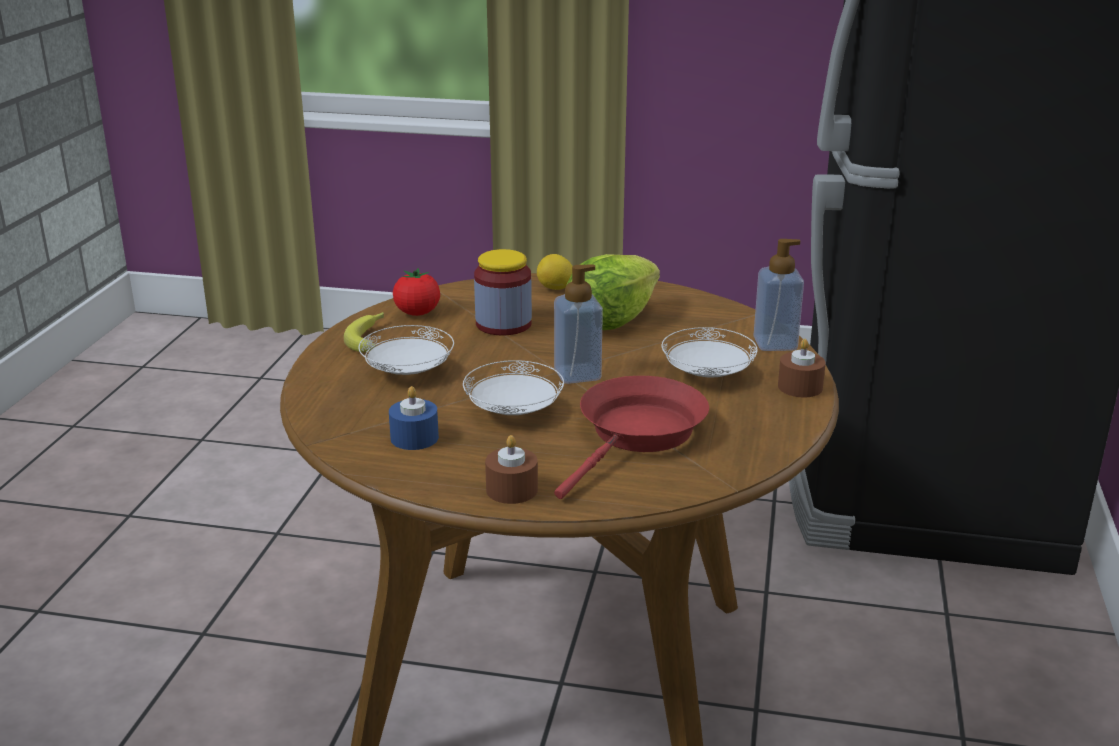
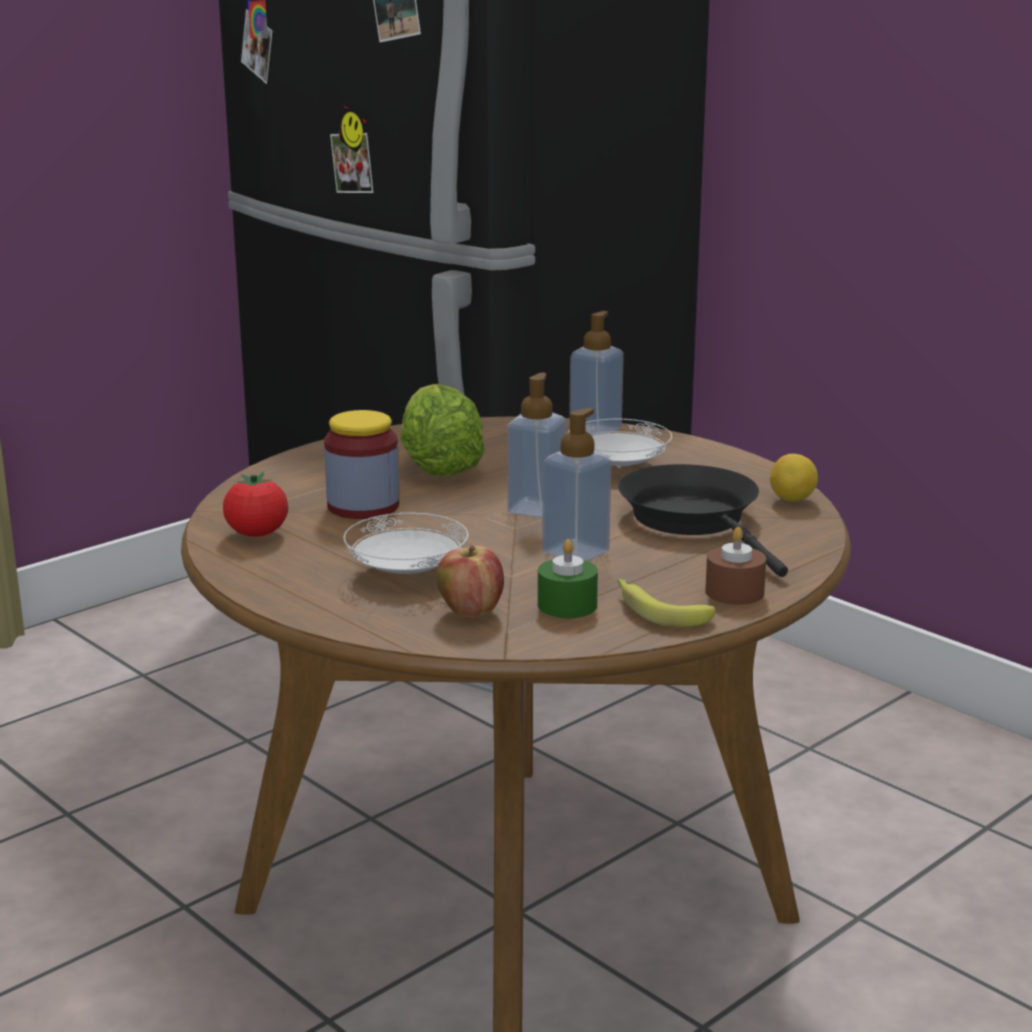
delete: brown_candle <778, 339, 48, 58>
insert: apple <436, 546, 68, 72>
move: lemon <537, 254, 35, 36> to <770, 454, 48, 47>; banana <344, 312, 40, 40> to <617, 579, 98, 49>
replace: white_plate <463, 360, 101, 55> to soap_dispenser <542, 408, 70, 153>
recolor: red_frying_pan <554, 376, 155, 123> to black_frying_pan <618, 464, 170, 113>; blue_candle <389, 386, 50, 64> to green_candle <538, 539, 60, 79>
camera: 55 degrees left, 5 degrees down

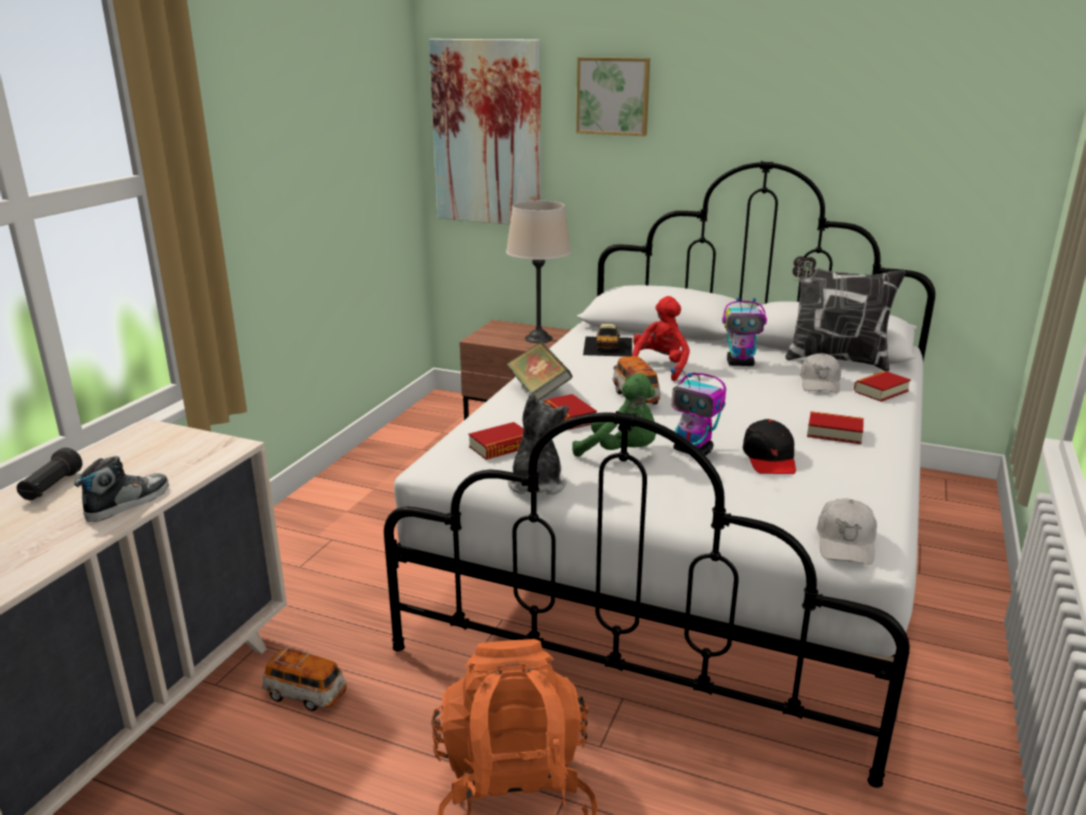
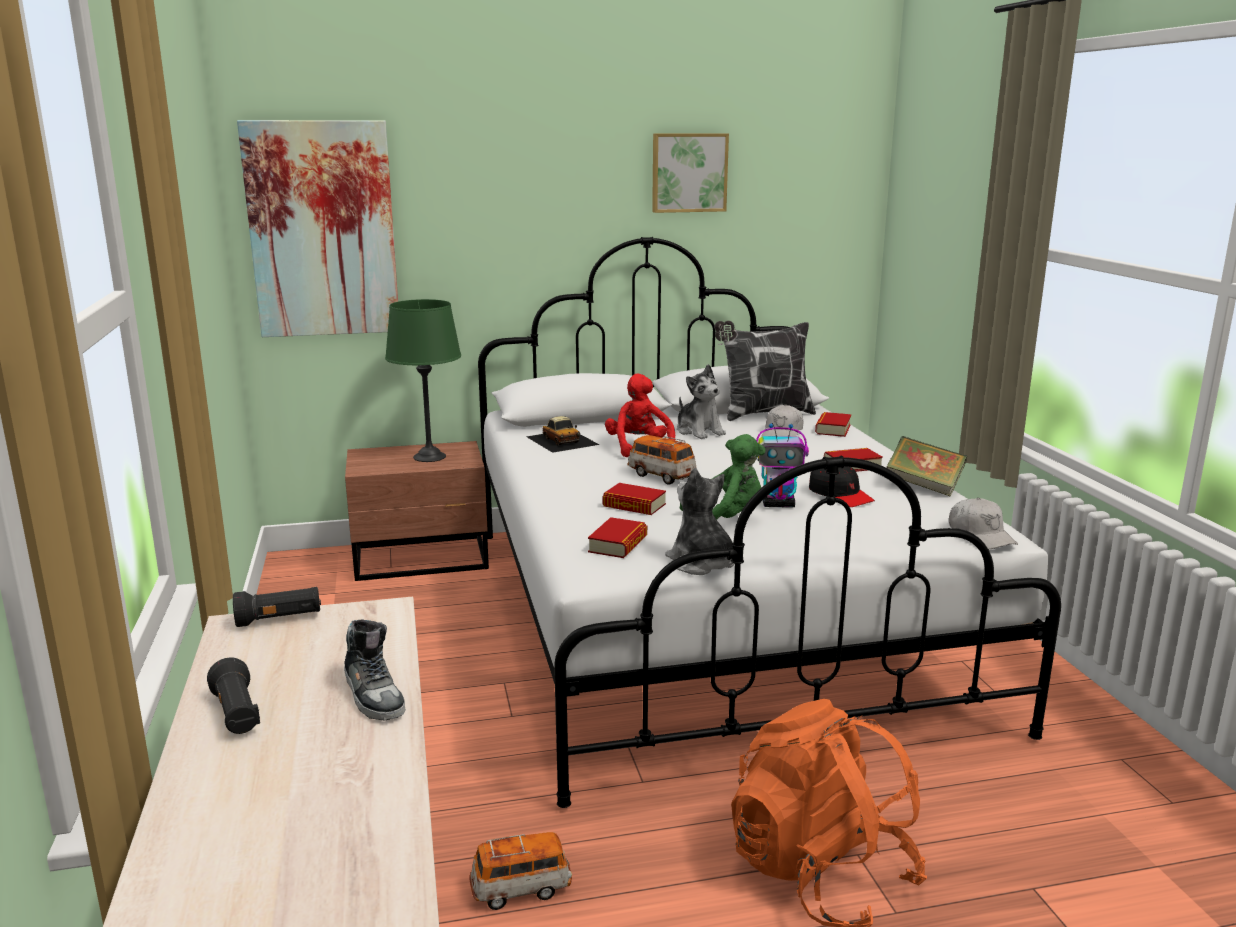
insert: black_flashlight <233, 587, 88, 40>
move: picture <576, 57, 74, 79> to <652, 133, 77, 80>; book <506, 342, 67, 59> to <887, 436, 80, 61>
replace: toy_robot <722, 297, 45, 69> to plush_toy <677, 364, 49, 75>
recolor: beige_table_lamp <506, 201, 65, 142> to green_table_lamp <385, 299, 76, 163>
rotate: white_cap <800, 353, 41, 40> = <762, 404, 41, 33> 45 degrees clockwise; shoe <74, 456, 95, 66> = <344, 620, 62, 101> 150 degrees clockwise
camera: 35 degrees left, 5 degrees down

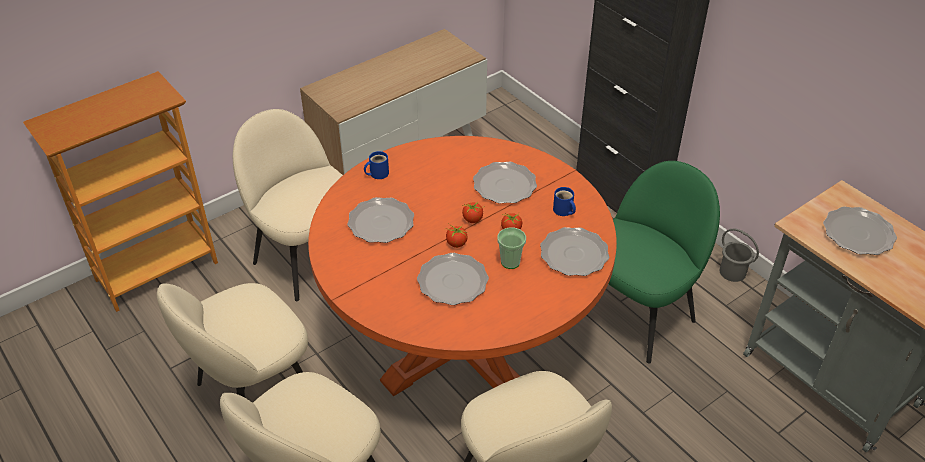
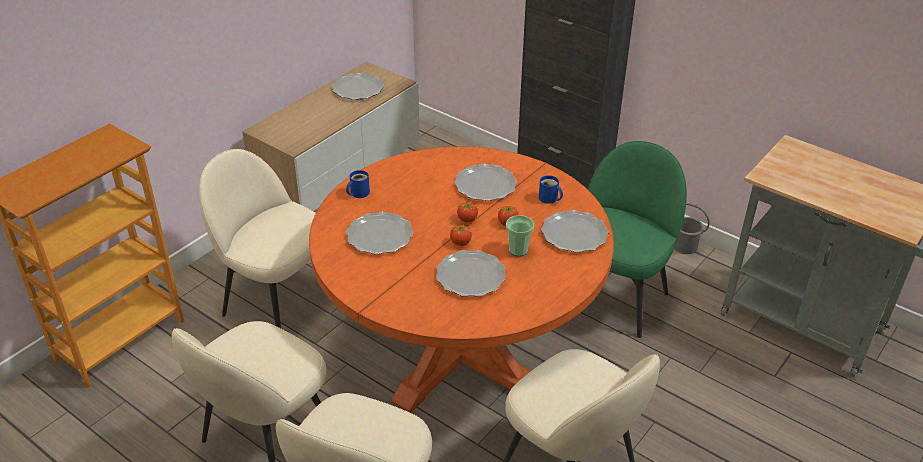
move: plate <823, 207, 74, 48> to <332, 73, 52, 27>
camera: 15 degrees left, 5 degrees down

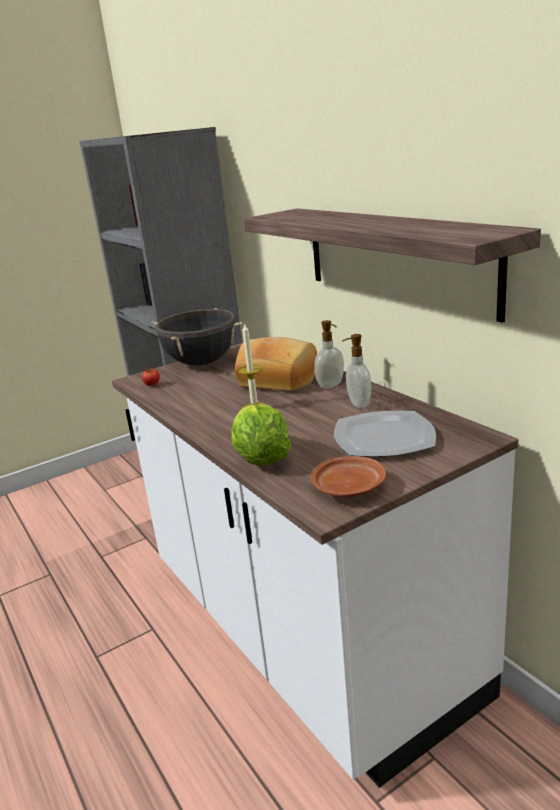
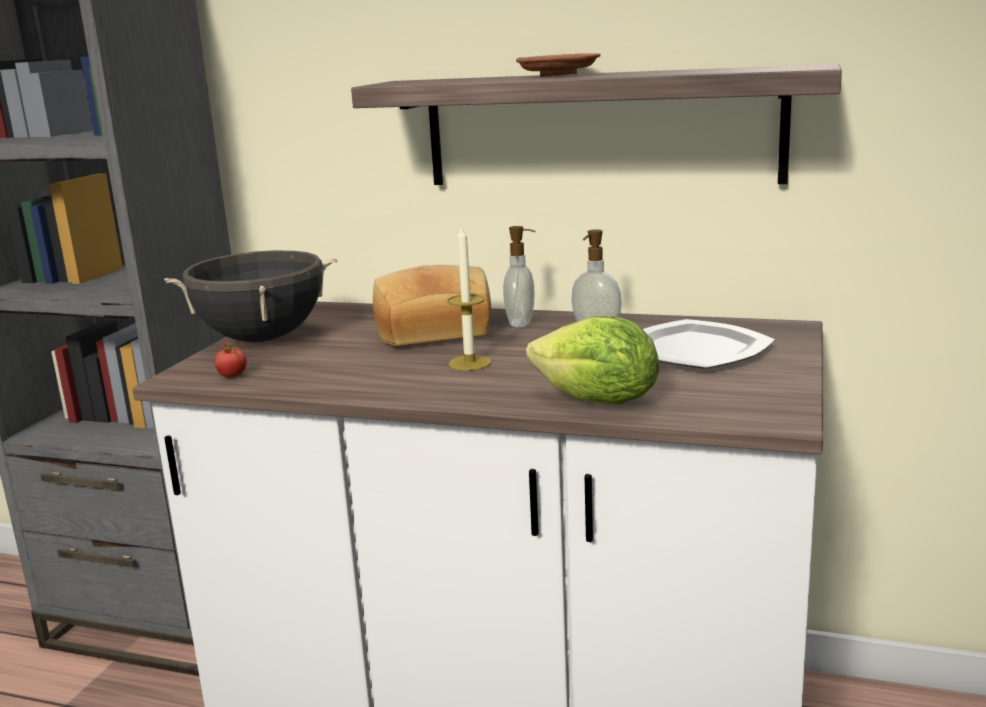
move: brown_plate <311, 456, 75, 41> to <516, 53, 85, 24>
camera: 40 degrees left, 5 degrees down

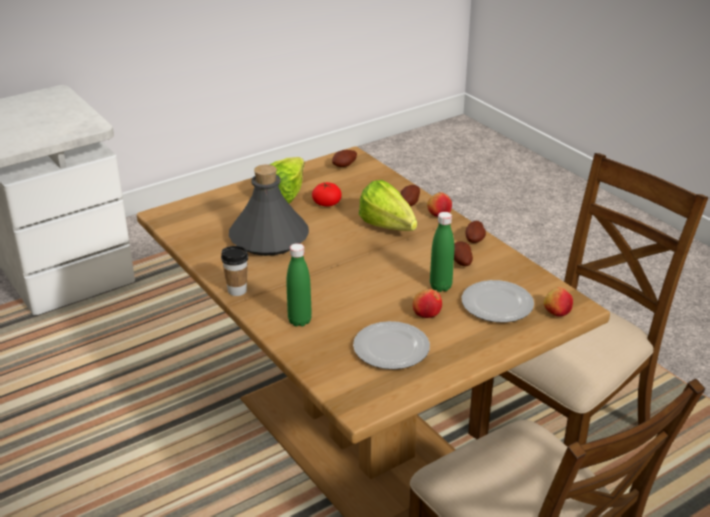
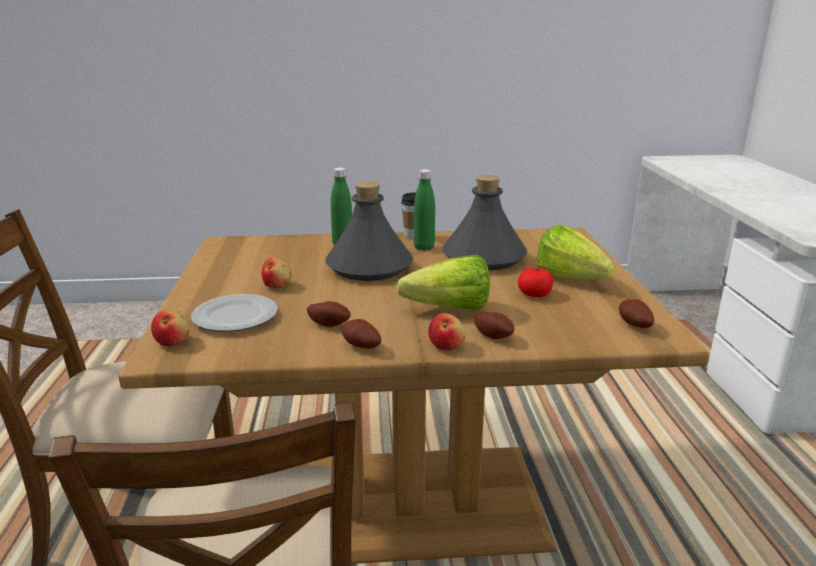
delete: plate <353, 321, 77, 48>
insert: grey_bottle <325, 182, 88, 99>
move: green_bottle <430, 212, 24, 80> to <414, 169, 21, 82>
camera: 120 degrees right, 10 degrees down

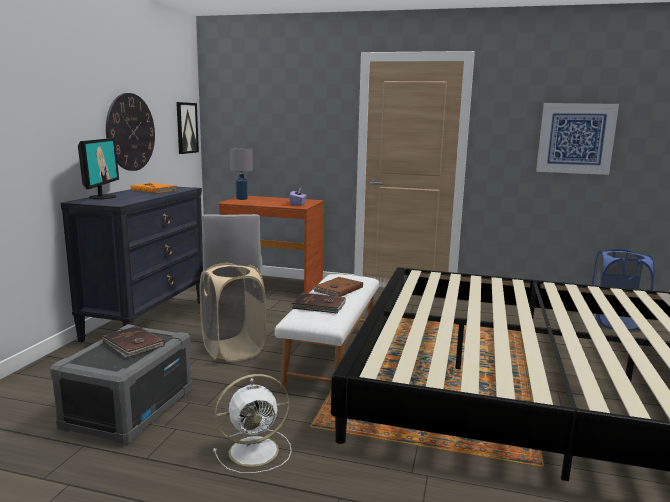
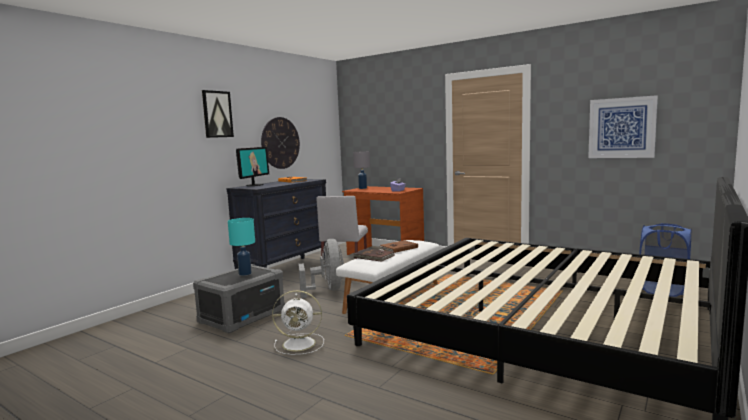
move: picture <176, 102, 23, 52> to <202, 90, 32, 48>
replace: beige_laundry_basket <200, 263, 66, 99> to grey_fan <299, 239, 45, 59>; brown_book <102, 326, 63, 32> to turquoise_table_lamp <228, 218, 27, 58>
camera: 20 degrees right, 5 degrees down

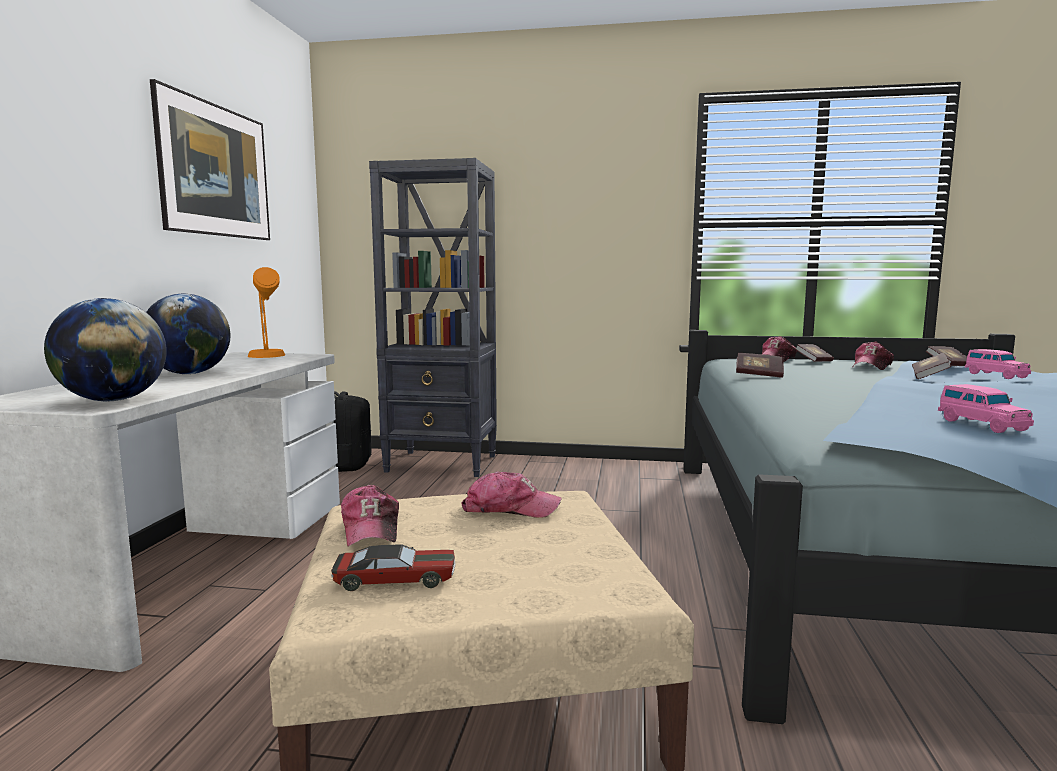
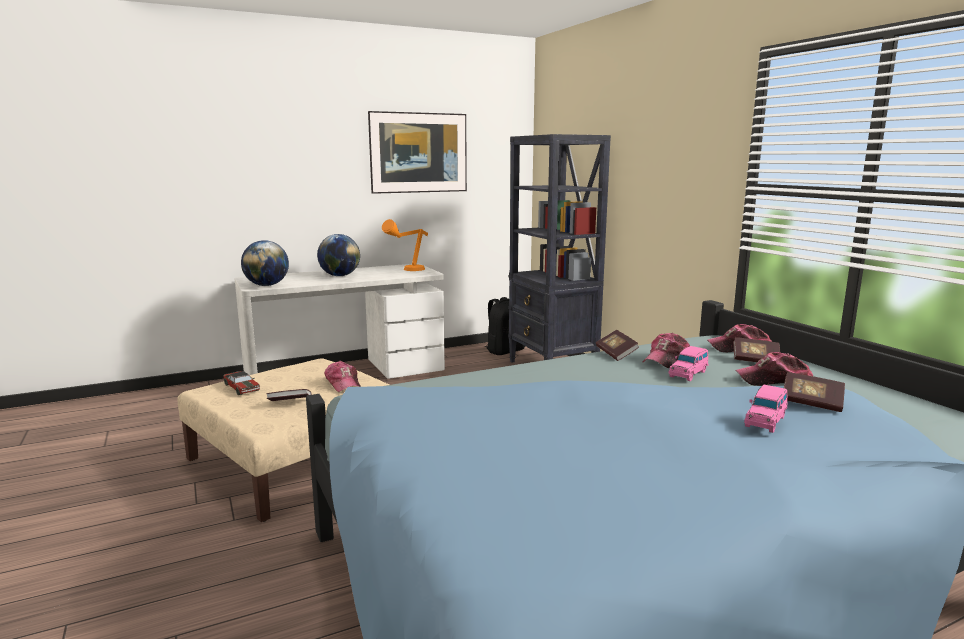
move: book <912, 353, 39, 26> to <266, 389, 45, 12>; pink_toy_car <938, 384, 96, 49> to <668, 346, 41, 35>; cap <341, 485, 58, 62> to <643, 333, 47, 35>
camera: 55 degrees right, 5 degrees up

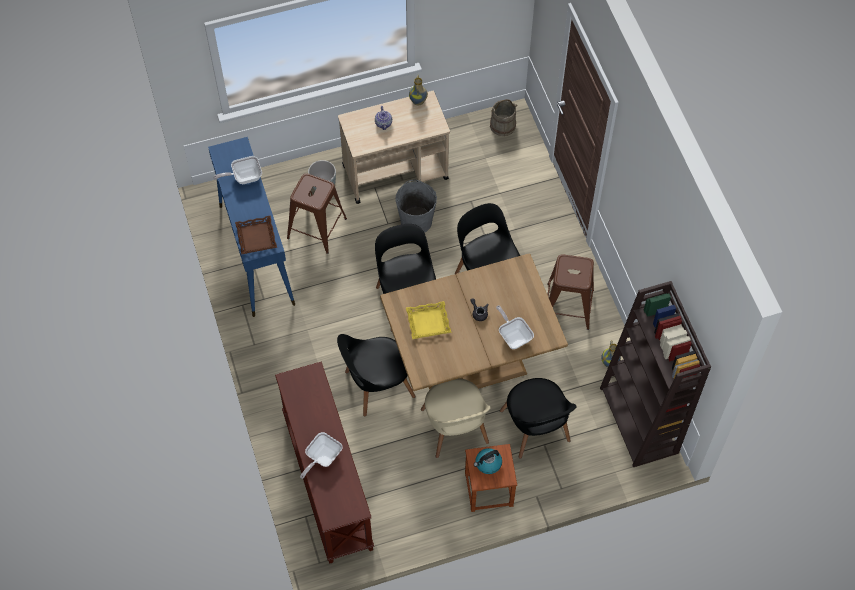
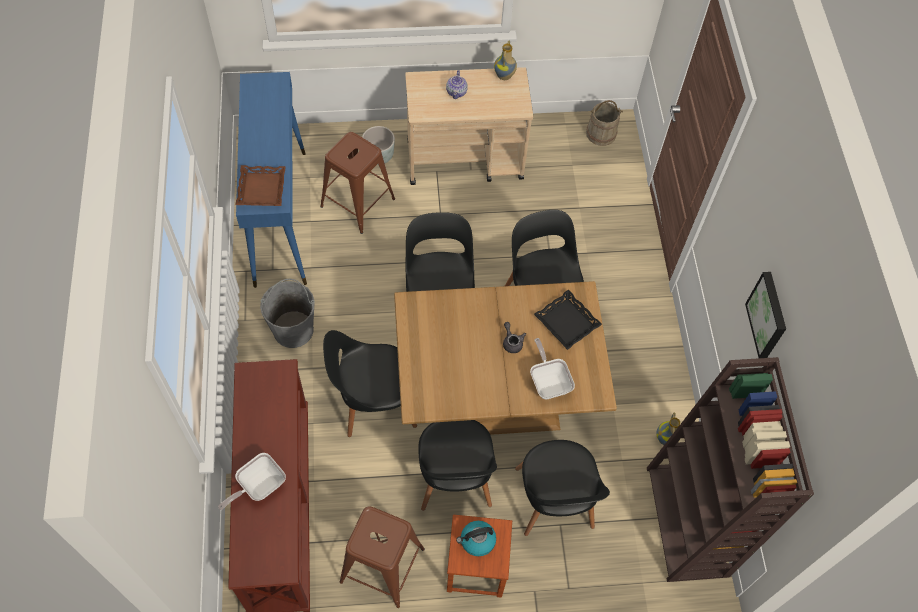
delete: frying_pan <213, 156, 49, 28>; yellow_tray <406, 301, 46, 38>
insert: picture <745, 272, 41, 86>; black_tray <534, 289, 68, 61>
move: grey_bucket <395, 180, 42, 53> to <260, 278, 55, 70>; brown_stool <547, 254, 47, 76> to <340, 506, 85, 102>
recolor: beige_chair <421, 378, 70, 80> to black_chair <418, 420, 79, 91>
camera: 10 degrees right, 0 degrees up

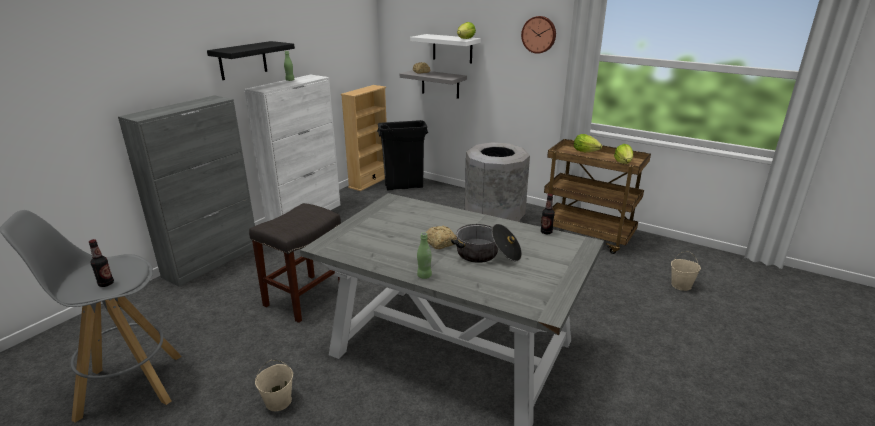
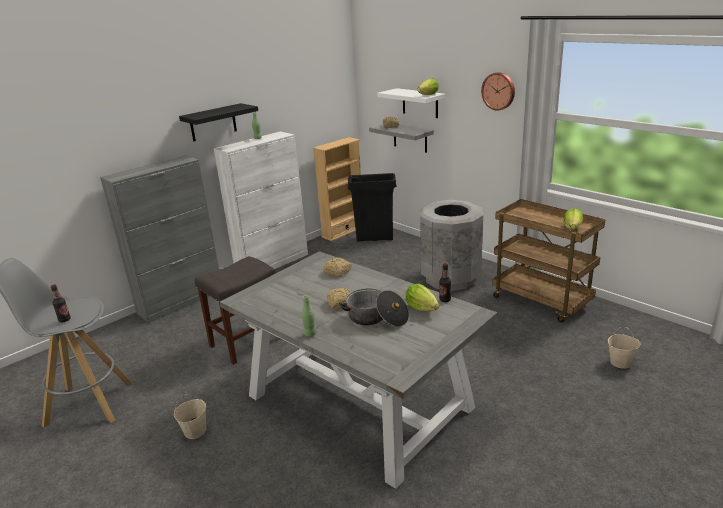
insert: bread <323, 257, 29, 20>
move: lettuce <574, 134, 28, 18> to <406, 283, 33, 28>
camera: 15 degrees right, 0 degrees up

